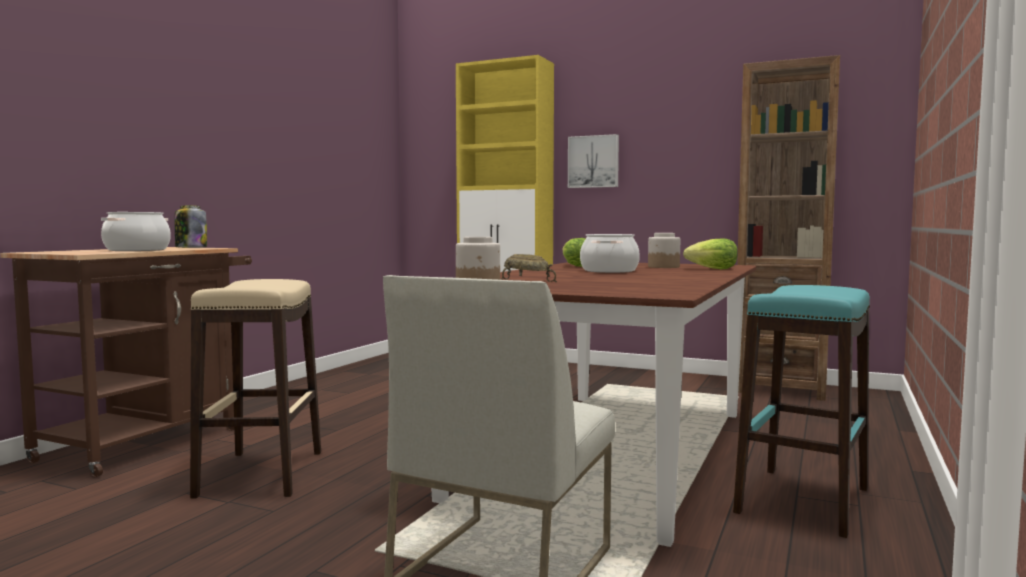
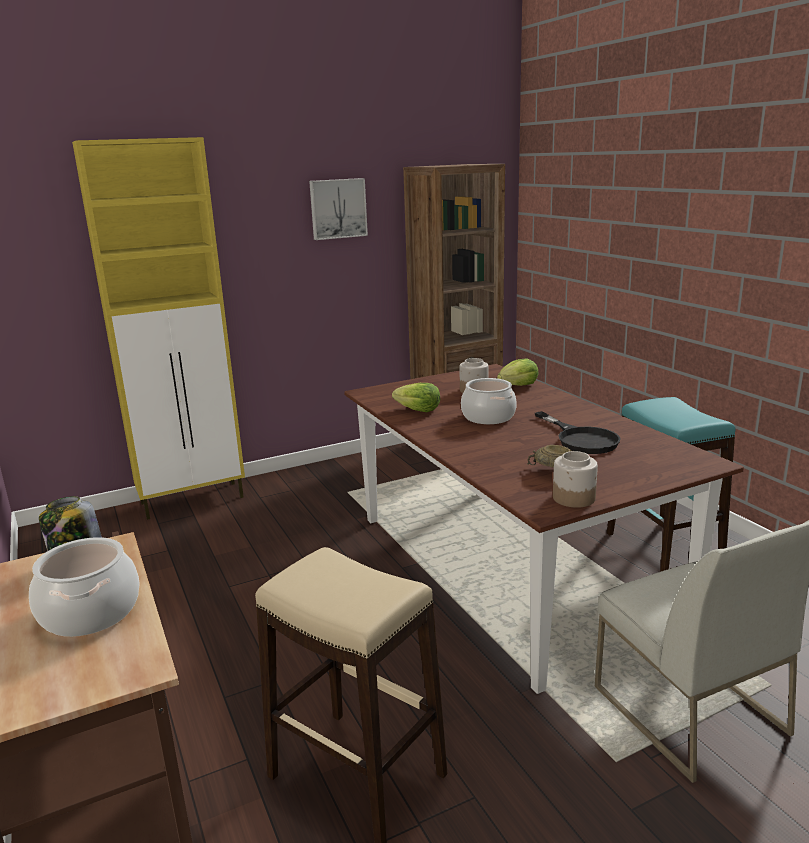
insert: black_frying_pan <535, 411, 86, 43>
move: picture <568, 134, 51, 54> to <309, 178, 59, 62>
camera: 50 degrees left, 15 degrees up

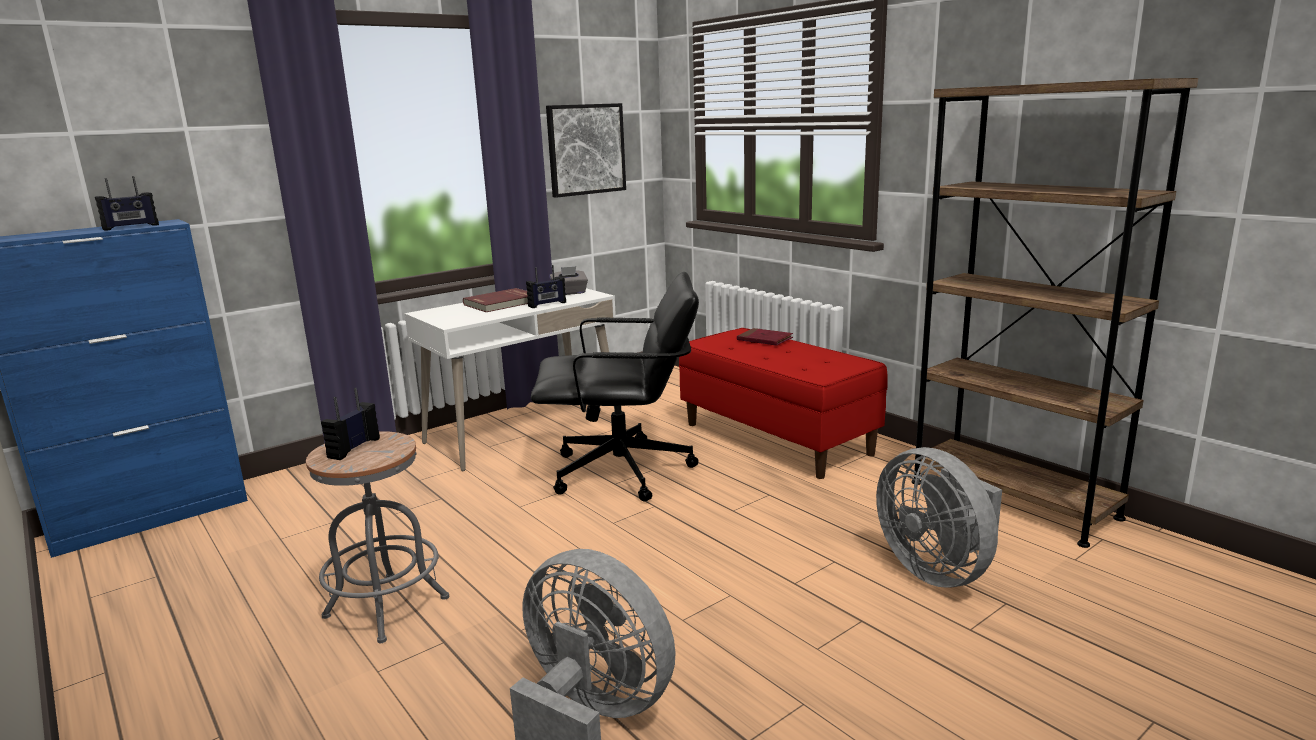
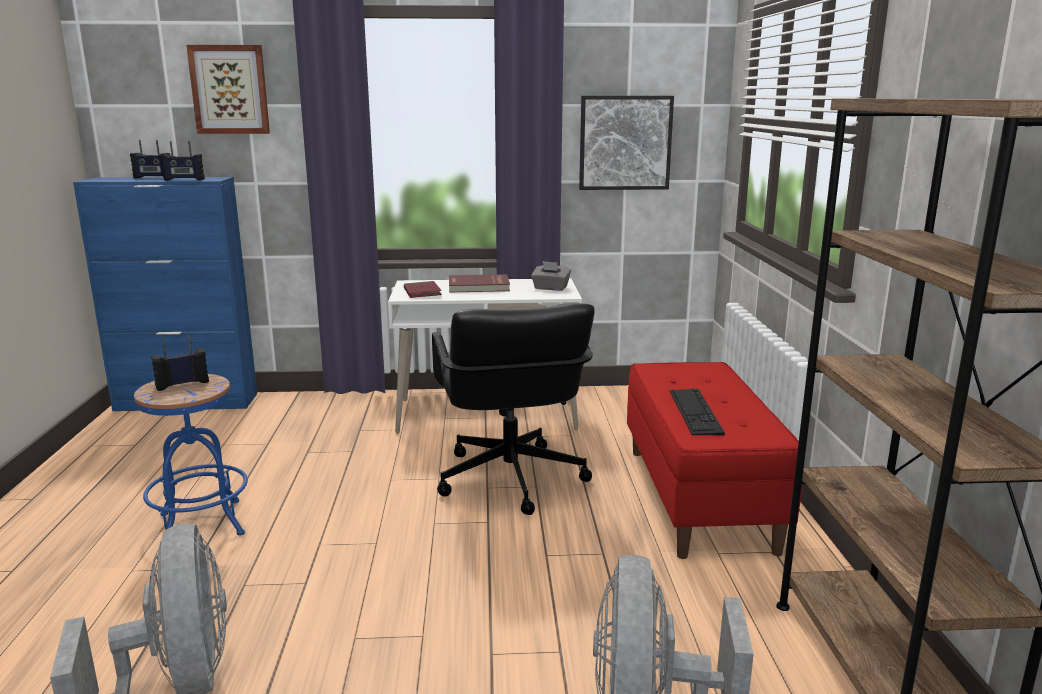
insert: picture <186, 45, 84, 89>; keyboard <670, 389, 55, 46>
move: radio <526, 265, 40, 43> to <130, 140, 40, 39>; red_book <737, 328, 56, 18> to <404, 281, 38, 17>
recolor: grey_stool <306, 431, 144, 212> to blue_stool <134, 374, 114, 162>
rotate: black_office_chair <531, 272, 168, 229> = <432, 303, 163, 212> 45 degrees clockwise
camera: 35 degrees right, 0 degrees up

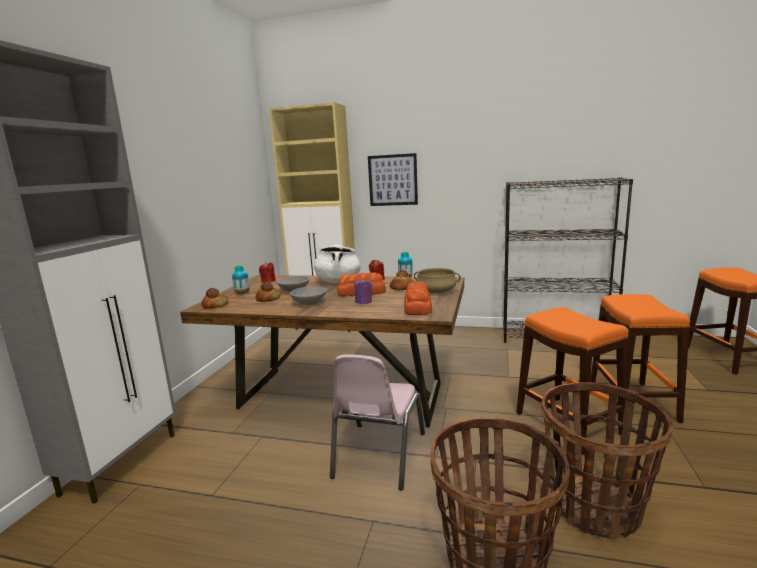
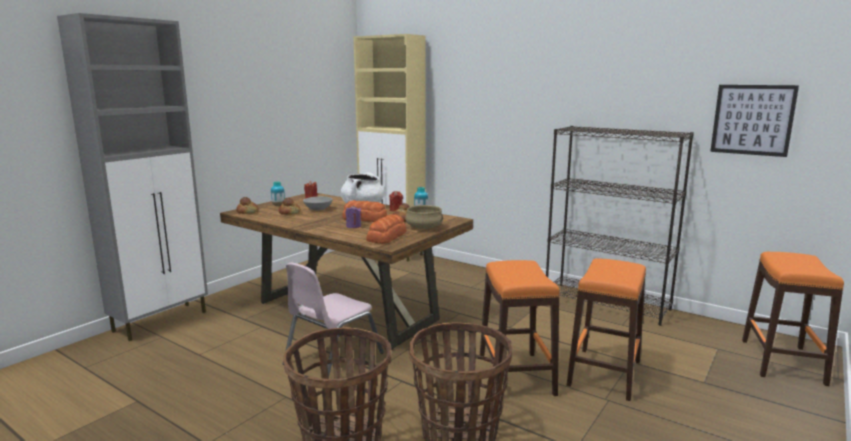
delete: grey_bowl <290, 286, 36, 19>
move: picture <368, 153, 50, 53> to <710, 85, 89, 72>
camera: 20 degrees right, 0 degrees up

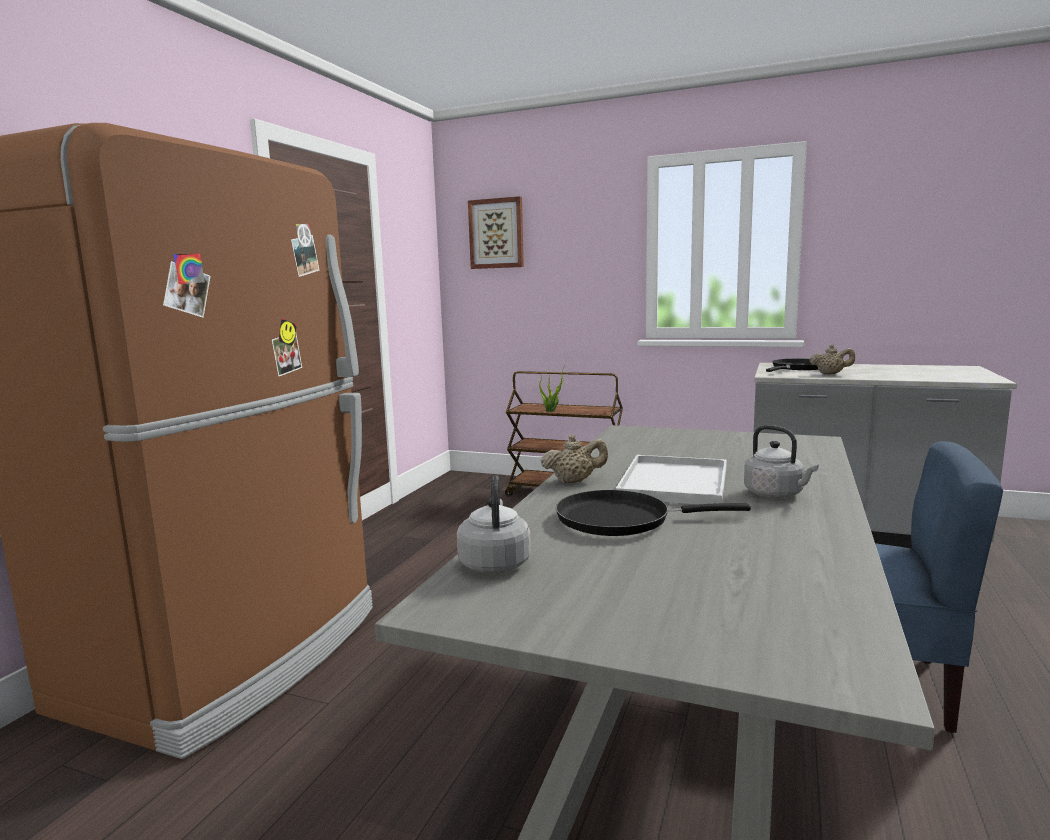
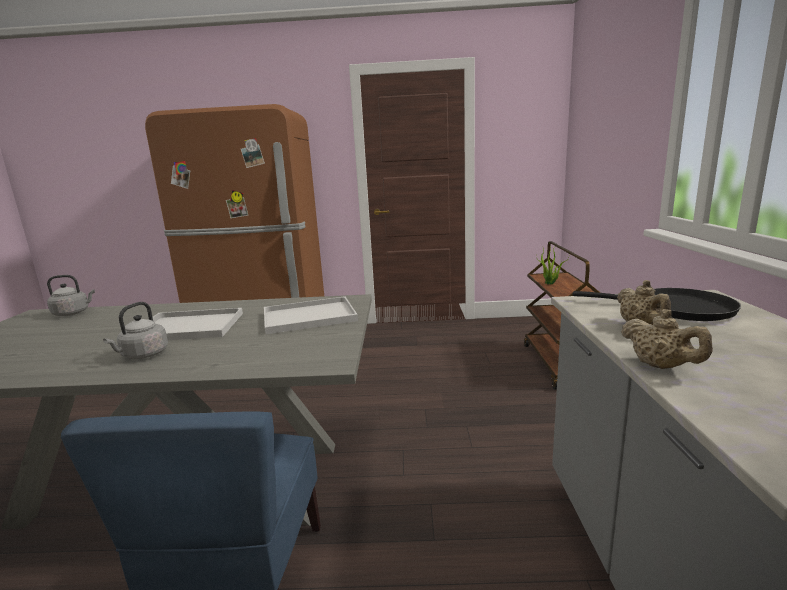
delete: picture <468, 196, 56, 73>; black_frying_pan <556, 490, 195, 46>
insert: white_tray <264, 296, 94, 38>
move: beige_teapot <541, 434, 67, 49> to <621, 309, 92, 60>
camera: 70 degrees right, 5 degrees up

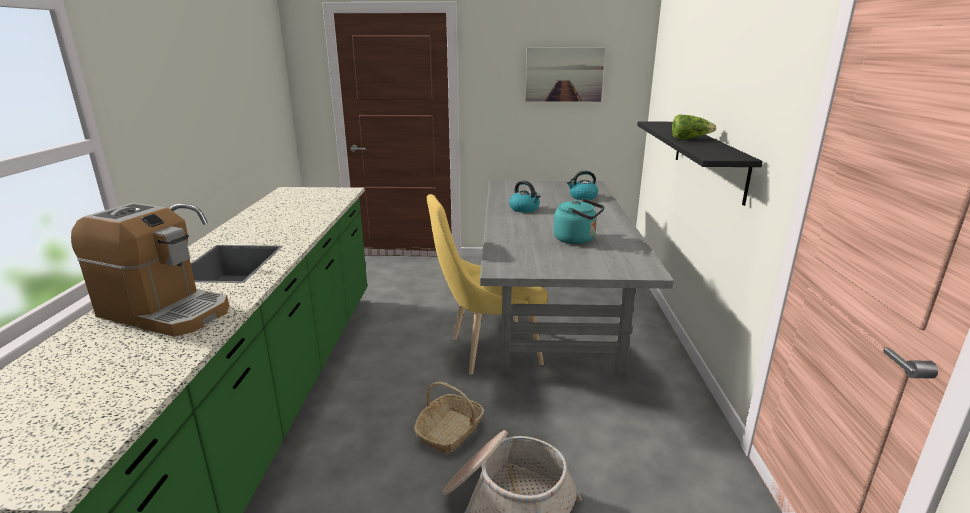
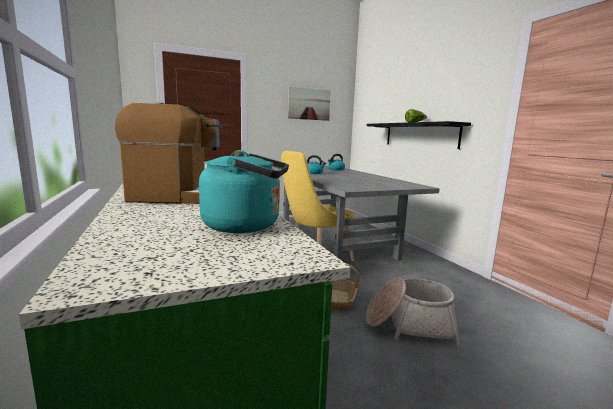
move: turquoise_kettle <553, 198, 52, 46> to <199, 150, 90, 83>
camera: 25 degrees left, 10 degrees down

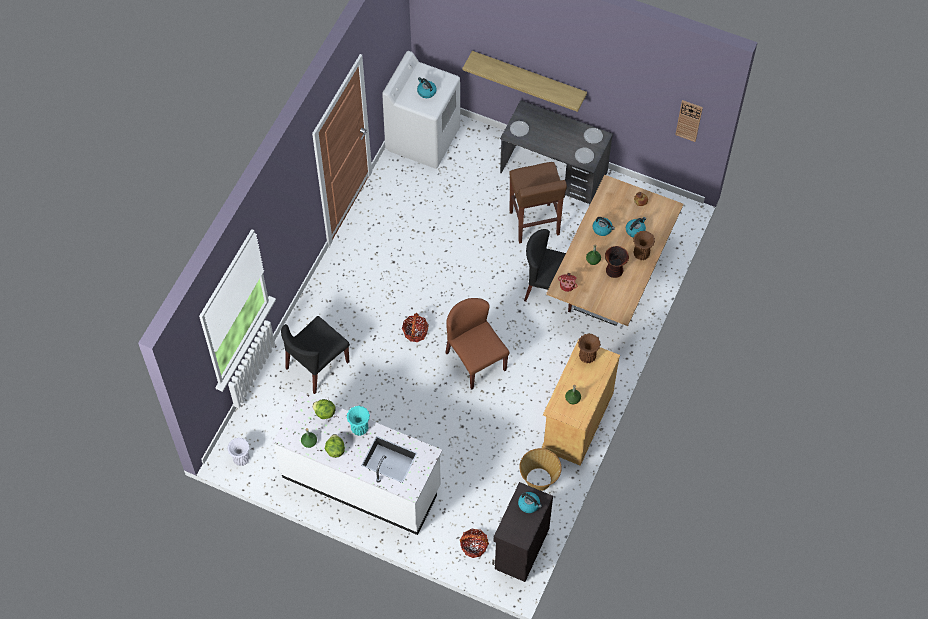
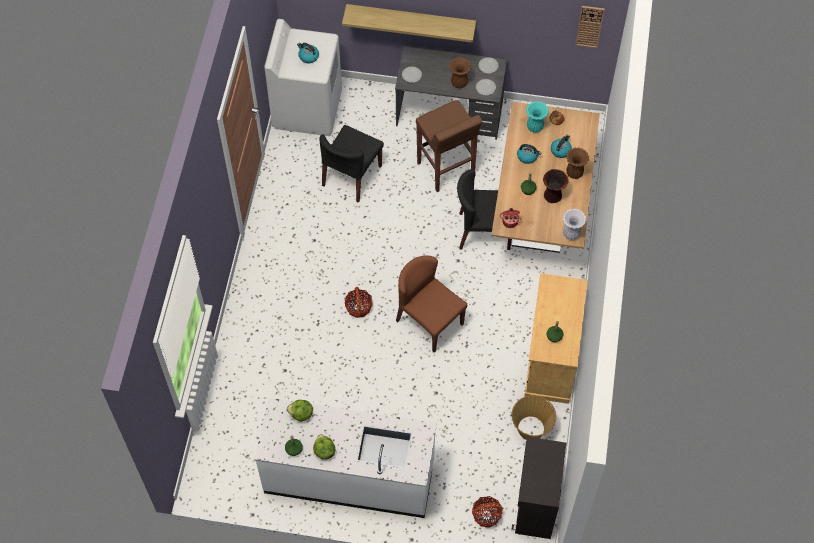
delete: kettle <518, 492, 24, 21>
move: black_chair <281, 316, 69, 78> to <319, 125, 65, 78>; brown_vase <578, 333, 23, 30> to <449, 57, 22, 31>; turquoise_vase <347, 406, 23, 30> to <526, 101, 23, 32>; white_vase <227, 438, 23, 28> to <563, 209, 23, 31>
camera: 15 degrees left, 0 degrees up

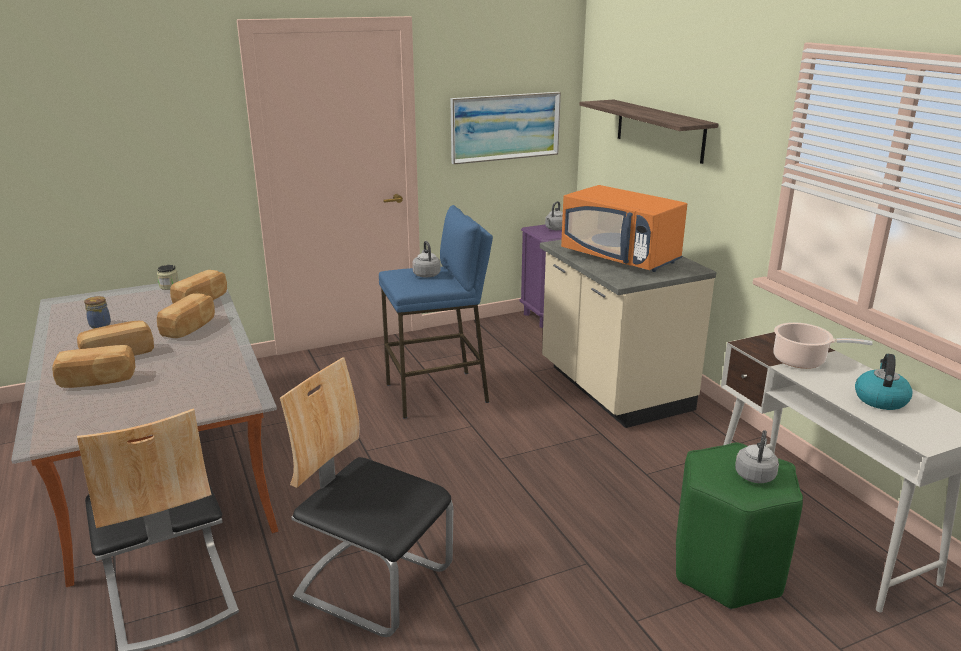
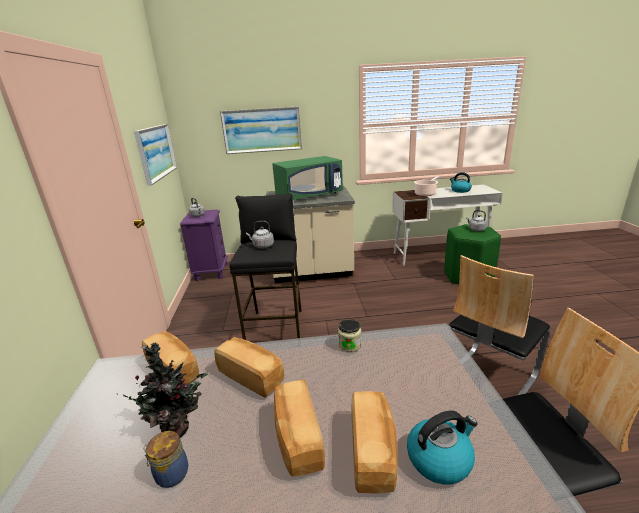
insert: potted_plant <117, 342, 91, 96>; kettle <407, 410, 71, 75>
move: jar <157, 265, 22, 25> to <338, 319, 23, 33>
replace: shelf <580, 100, 139, 64> to picture <220, 106, 82, 48>
recolor: orange_microwave <561, 185, 126, 87> to green_microwave <272, 156, 71, 44>; blue_stool <379, 205, 114, 213> to black_stool <229, 193, 72, 147>
camera: 70 degrees left, 0 degrees up

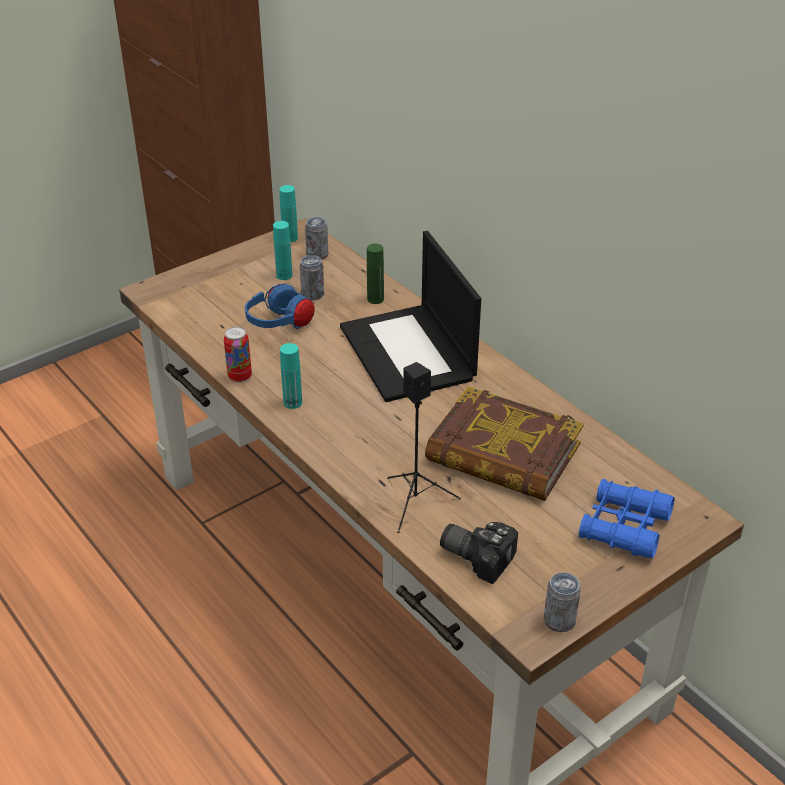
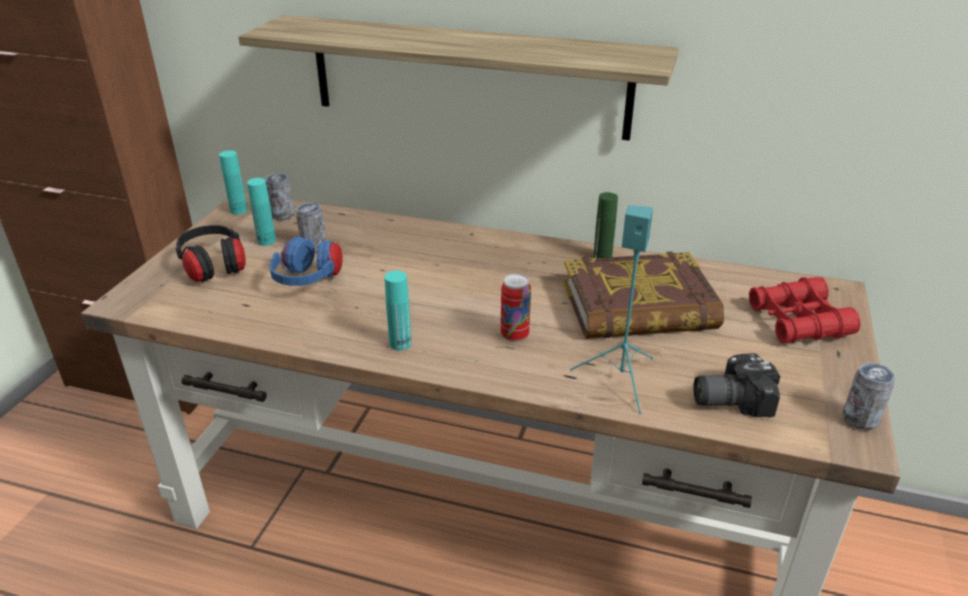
delete: laptop <340, 231, 141, 171>
insert: shelf <238, 15, 441, 126>; black_headphones <176, 225, 70, 57>
move: green_bottle <367, 244, 17, 60> to <593, 192, 25, 66>; can <224, 326, 28, 57> to <501, 274, 30, 68>
recolor: black_speaker <387, 362, 74, 171> to turquoise_speaker <570, 205, 84, 209>; blue_binoculars <579, 479, 95, 79> to red_binoculars <749, 277, 112, 67>
camera: 35 degrees left, 5 degrees down

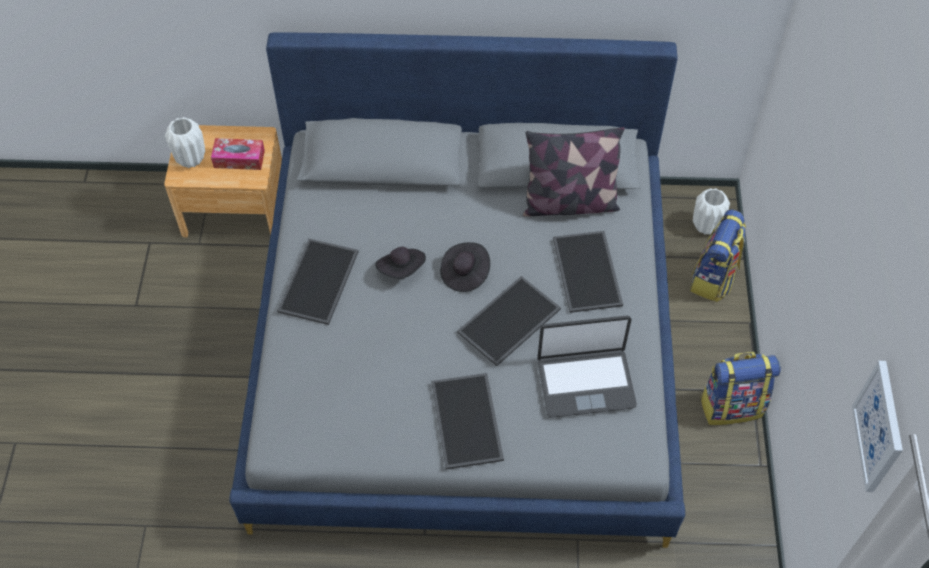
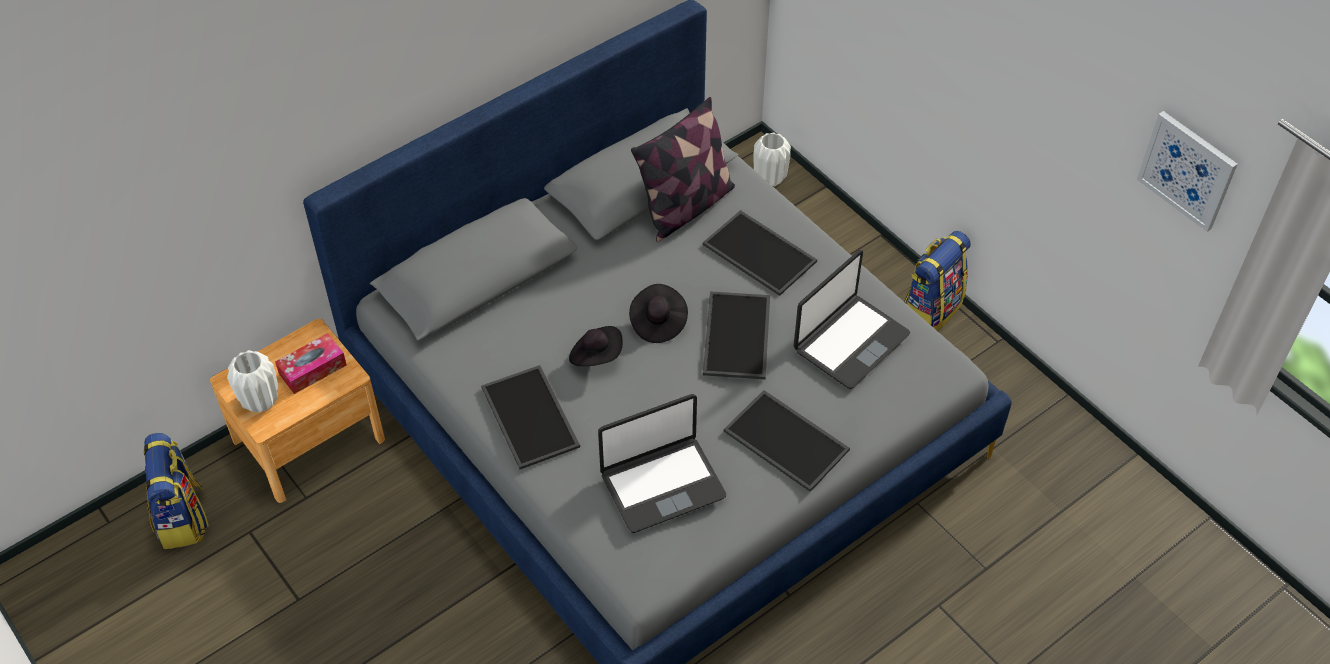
insert: laptop <598, 394, 128, 139>
move: backpack <690, 209, 56, 93> to <144, 433, 65, 116>
camera: 40 degrees left, 5 degrees down

